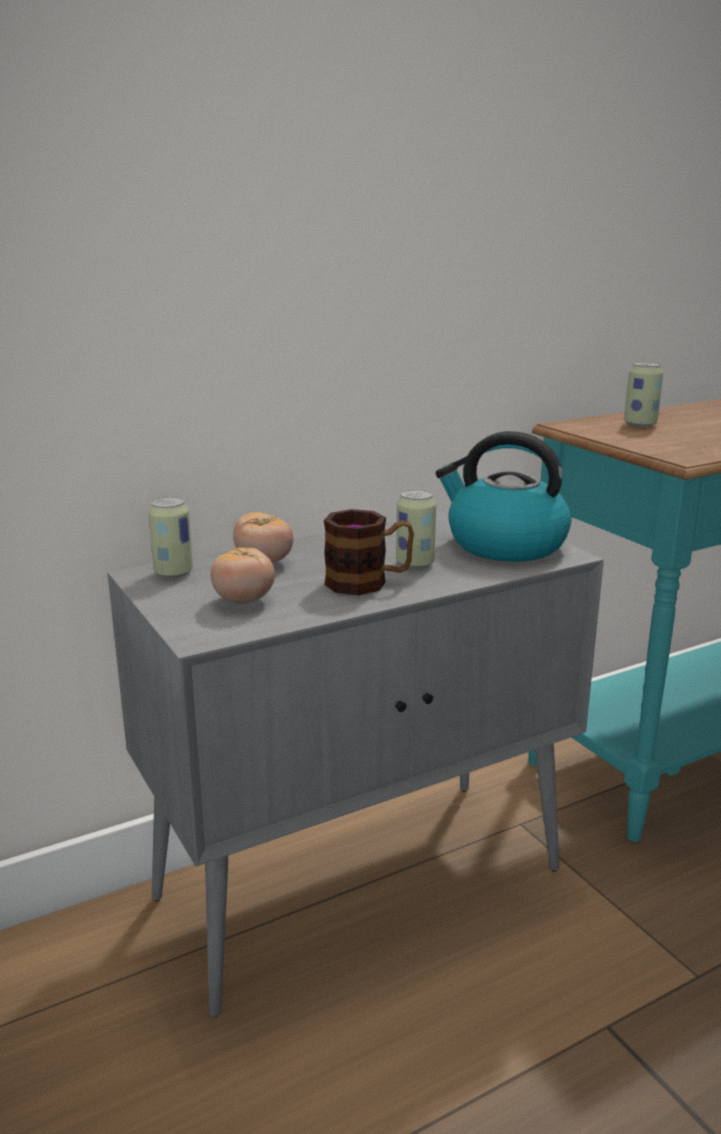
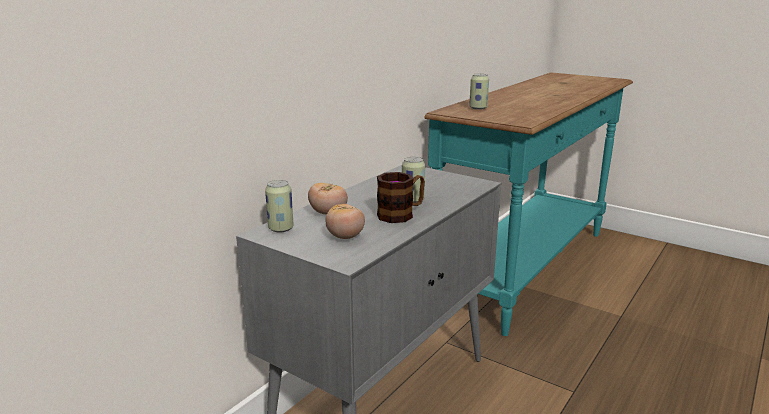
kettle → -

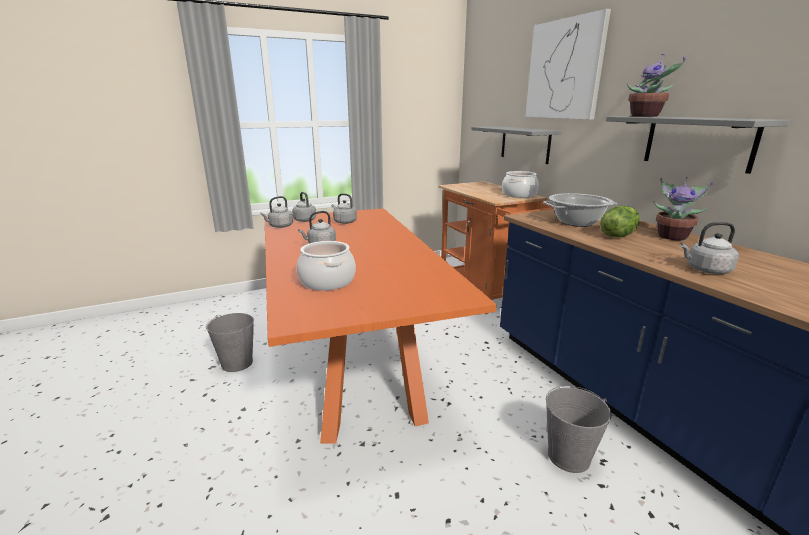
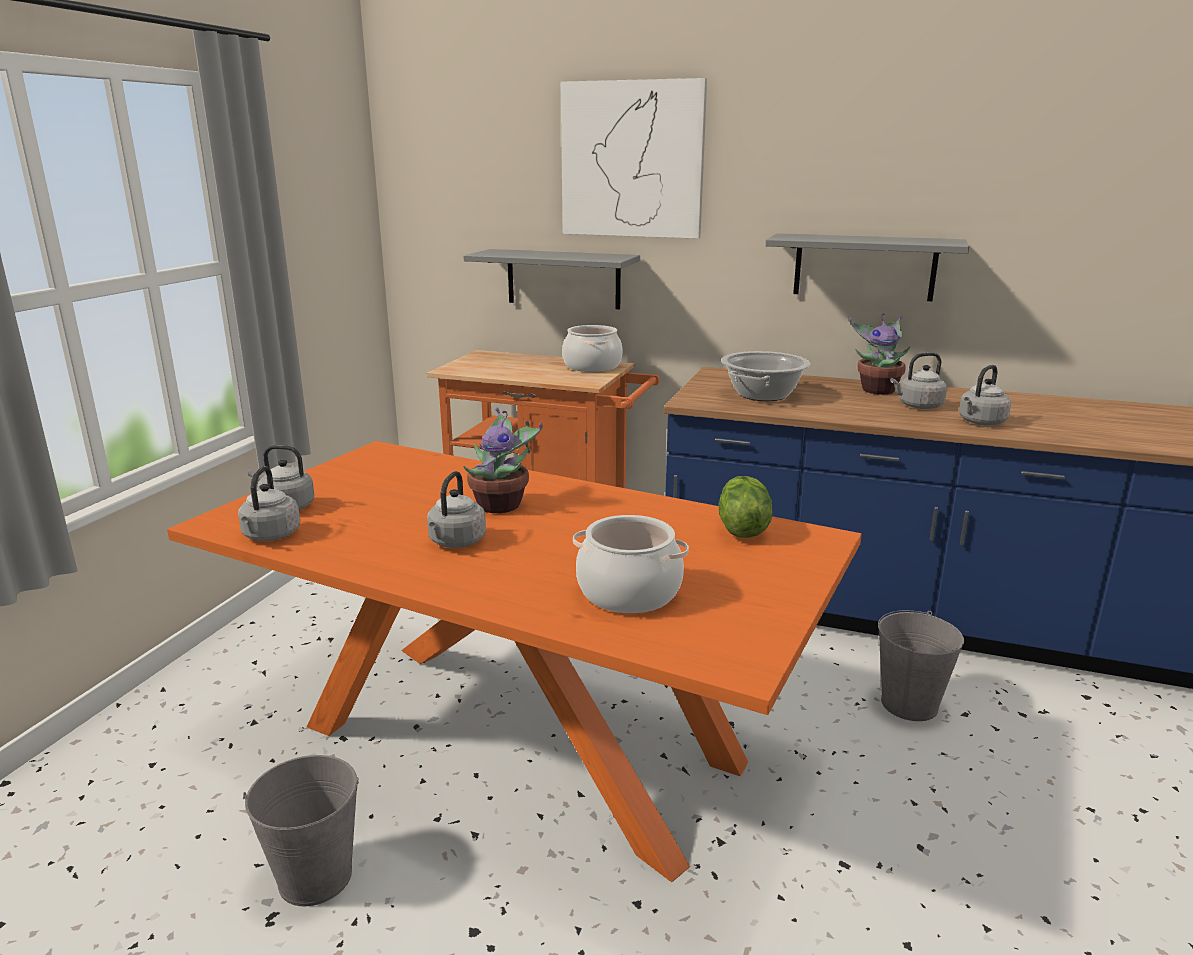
potted plant (no. 1 from left), shifted
kettle/grey (no. 4 from left), shifted
lettuce, shifted

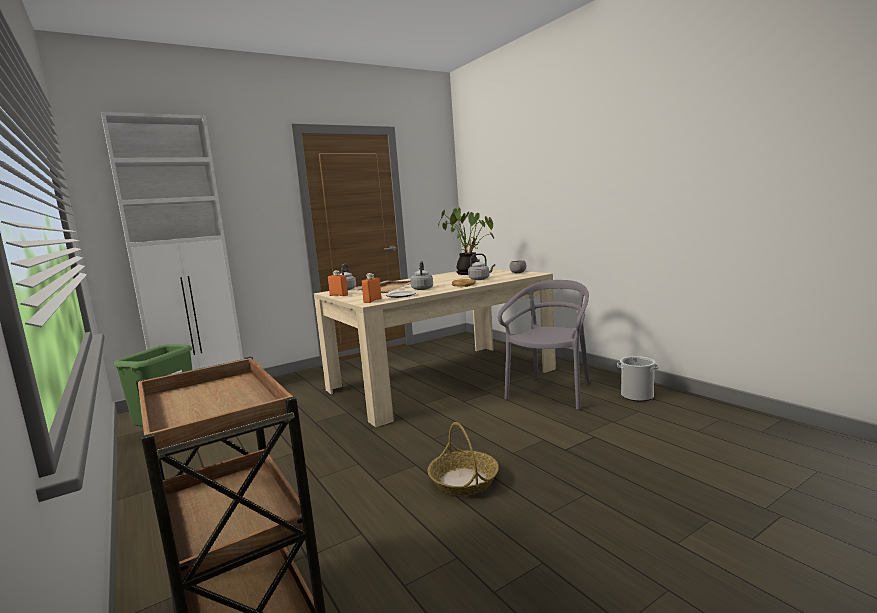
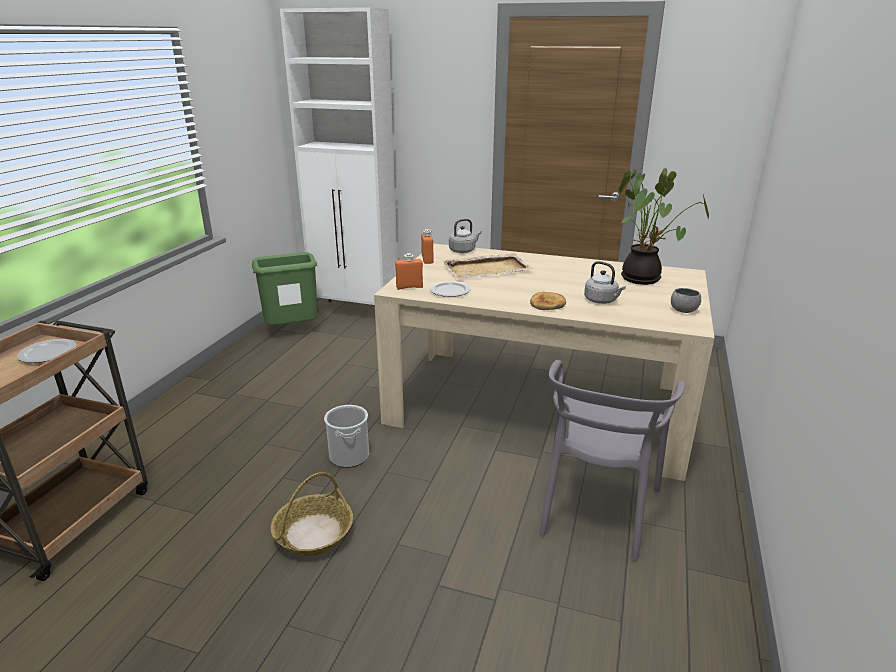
kettle/grey (no. 2 from left) → -
chair/grey, 120 degrees clockwise
bucket, shifted
- → plate (no. 1 from left)

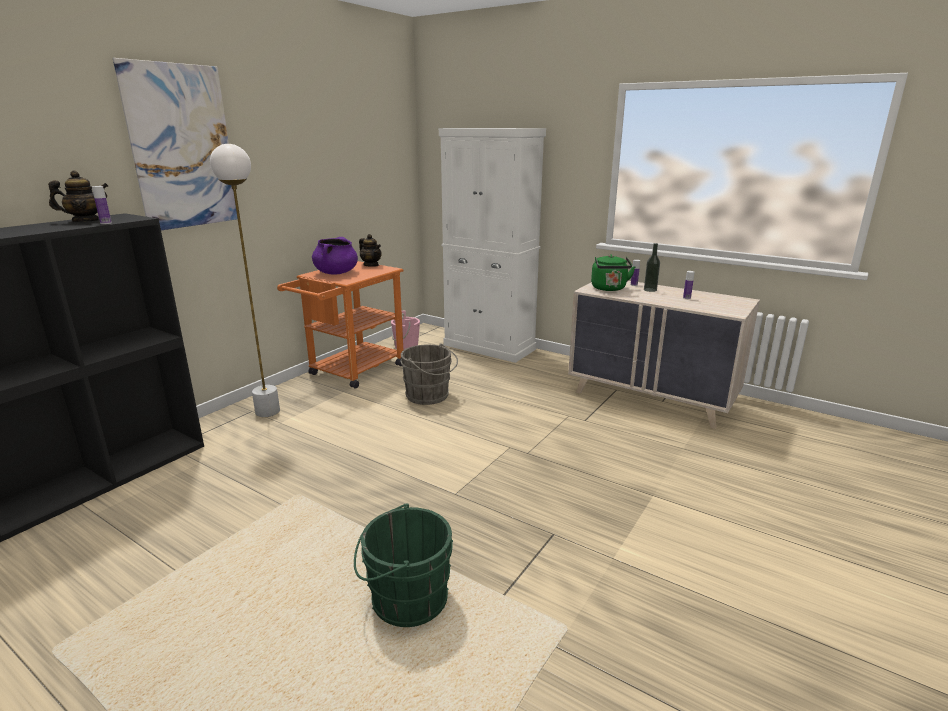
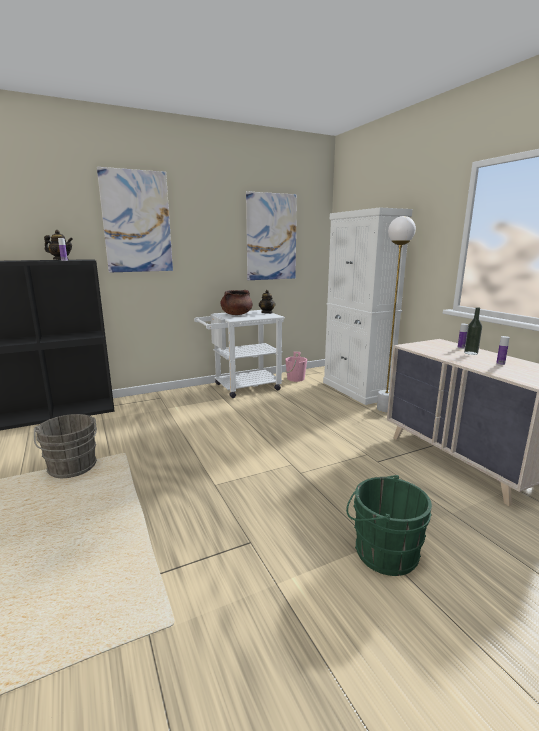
floor lamp/white, shifted
cooking pot/purple → cooking pot/brown
kettle/green → -
cart/orange → cart/white
bucket/grey, shifted
bucket/green, shifted
- → picture (no. 2 from left)

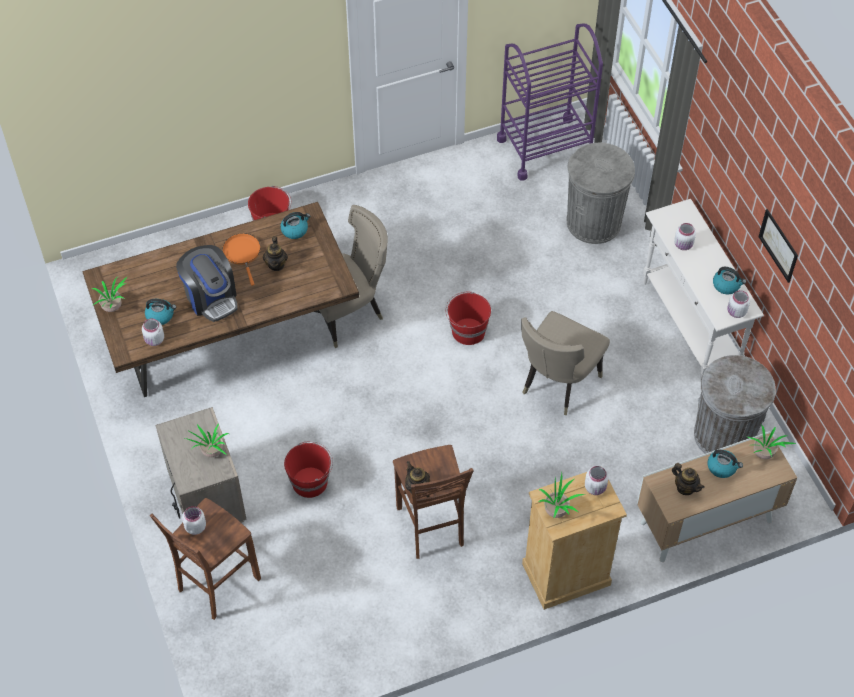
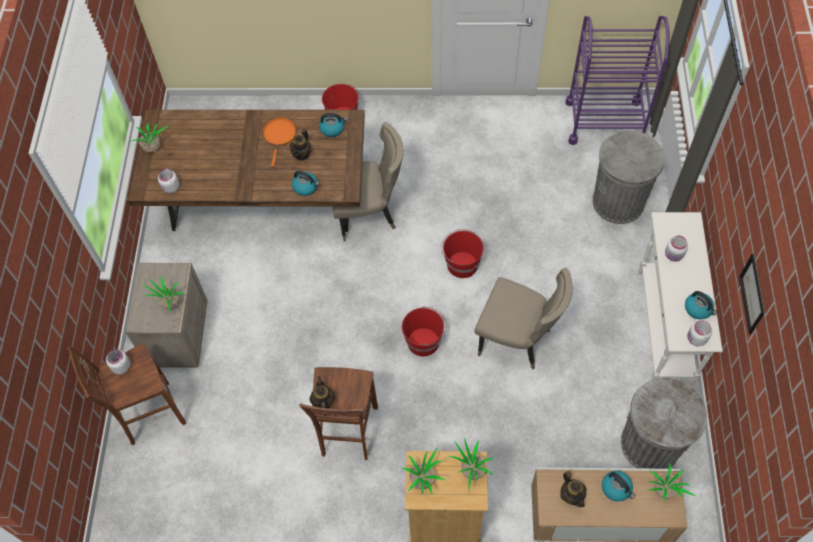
coffee machine → -
kettle (no. 1 from left), shifted
chair/beige (no. 2 from left), 120 degrees counterclockwise
bucket/red (no. 2 from left), shifted
jar/white (no. 3 from left) → potted plant (no. 4 from left)

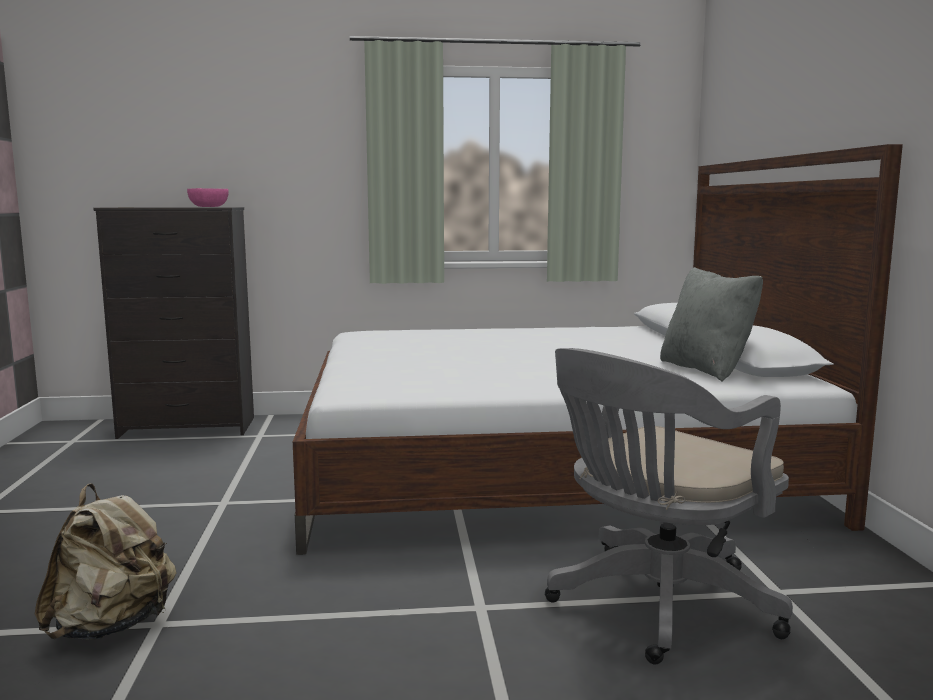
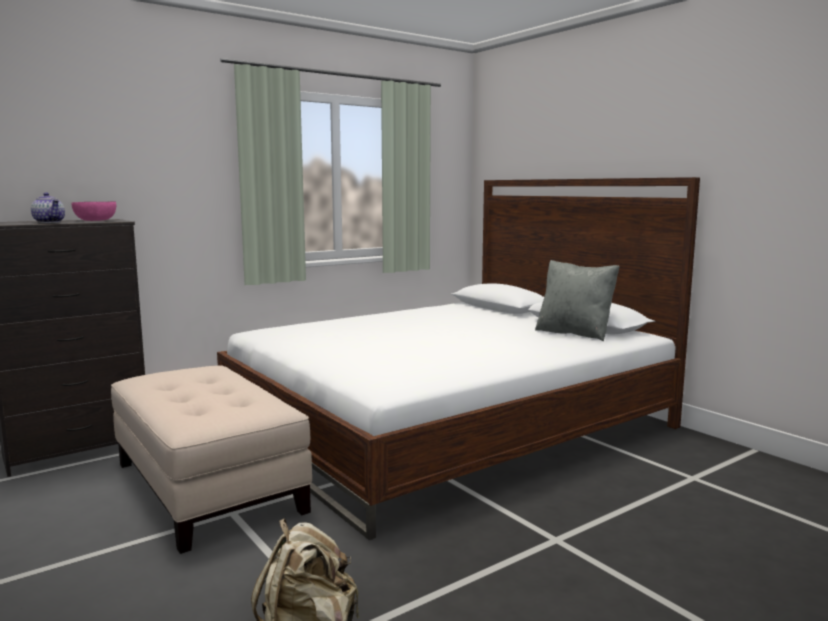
office chair/grey → -
- → teapot
- → ottoman/beige

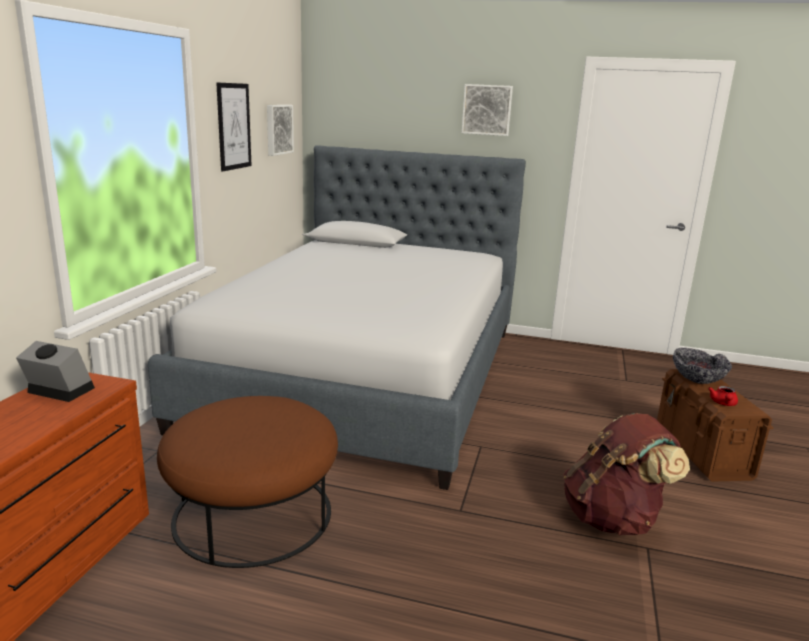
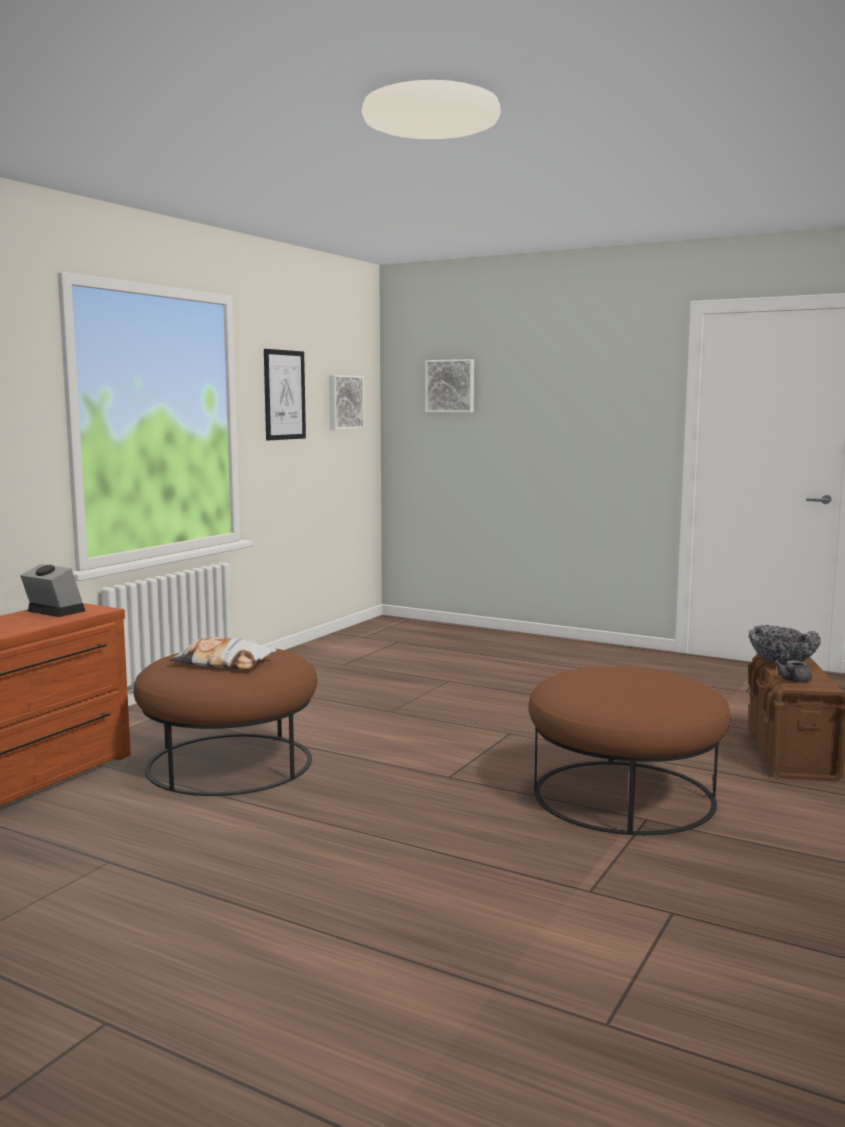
picture (no. 3 from left), shifted
bed → -
teapot/red → teapot/grey
backpack/brown → ottoman/brown (no. 2 from left)
- → pillow

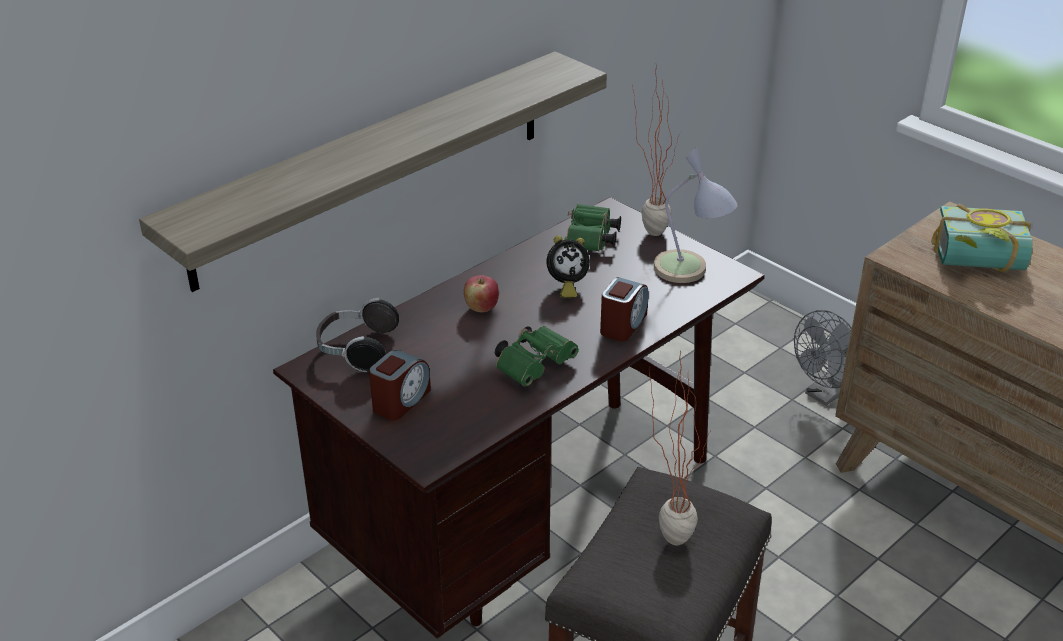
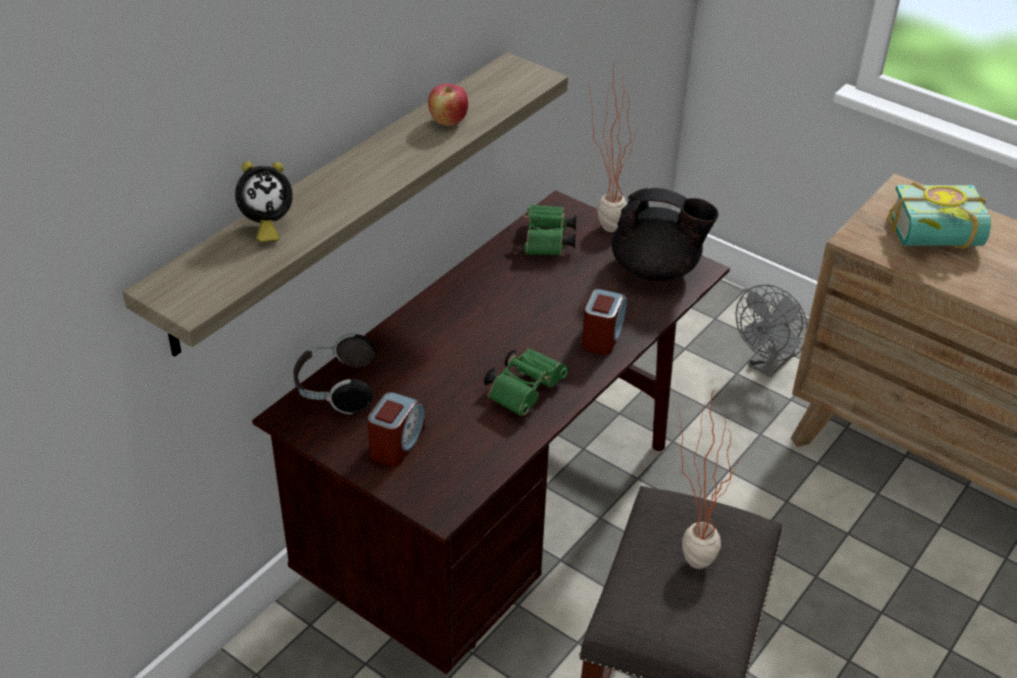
table lamp → teapot/black
alarm clock (no. 2 from left in the first image) → alarm clock (no. 1 from left), shifted
apple, shifted

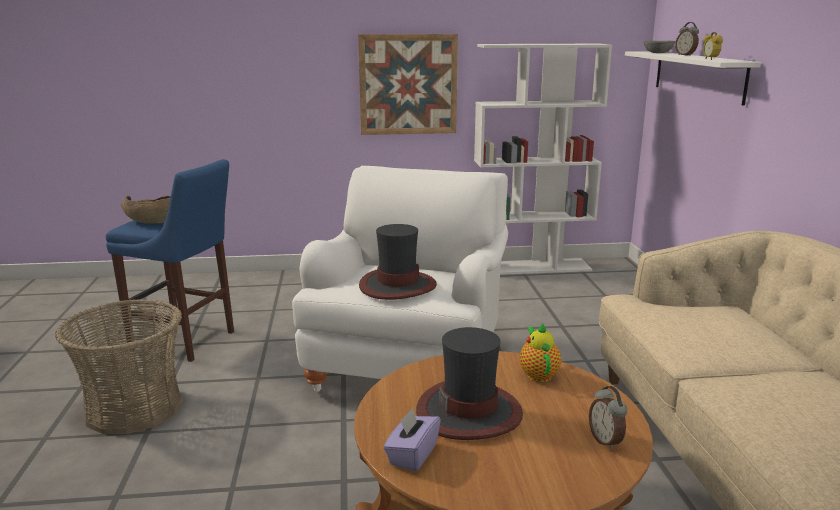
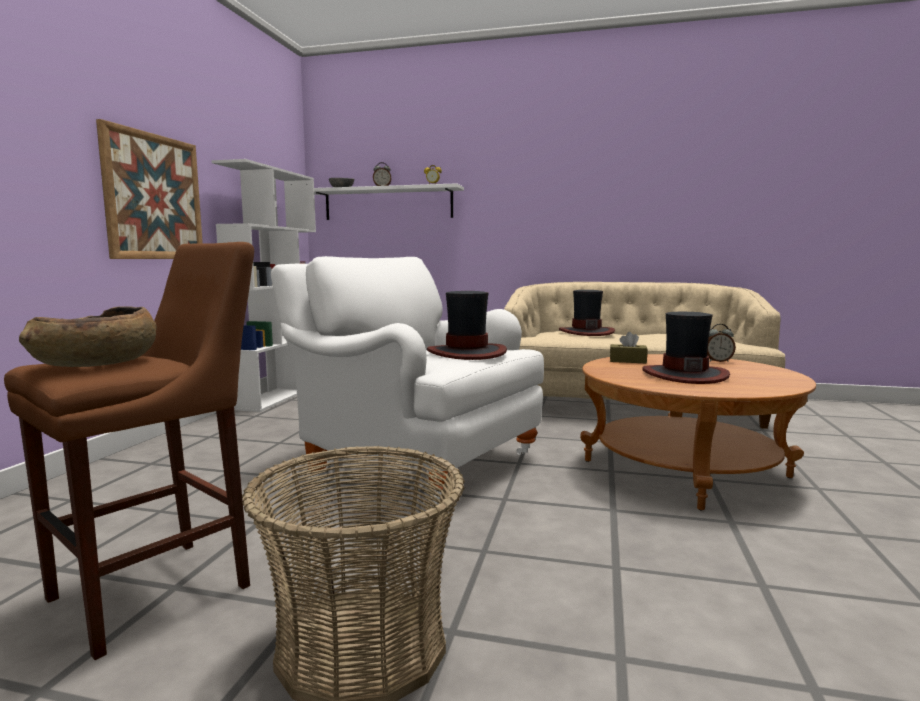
stool/blue → stool/brown
teapot → tissue box/brown
tissue box/purple → -
- → hat (no. 2 from left)

